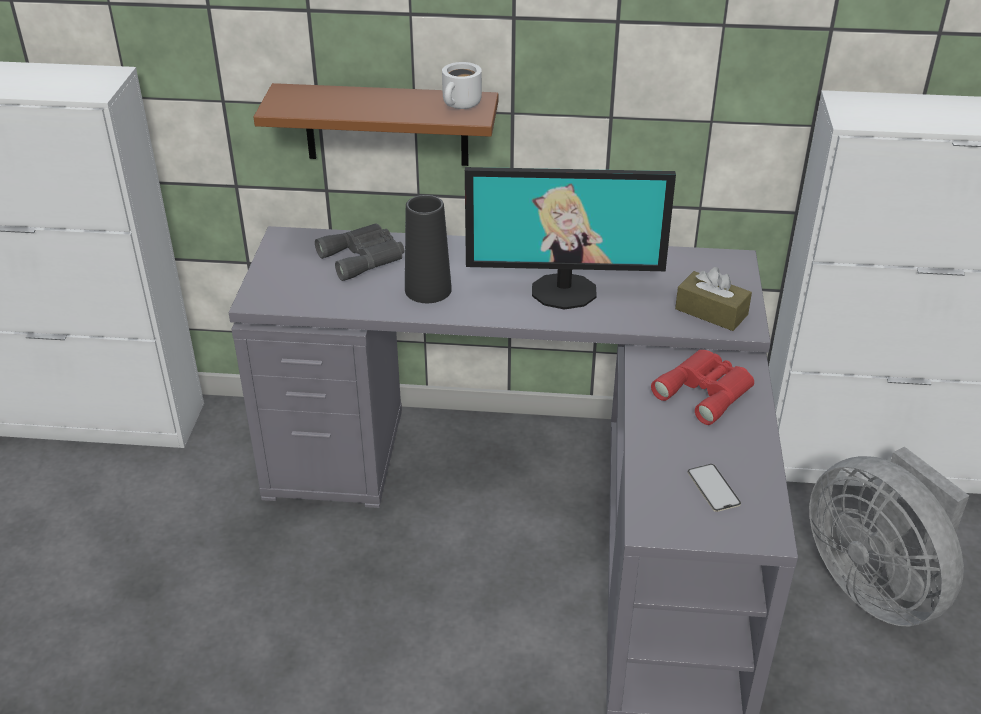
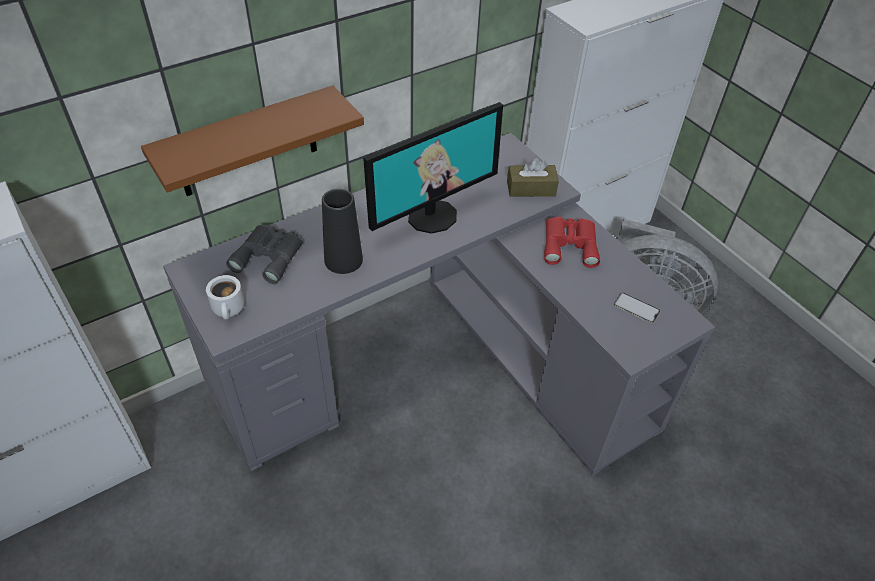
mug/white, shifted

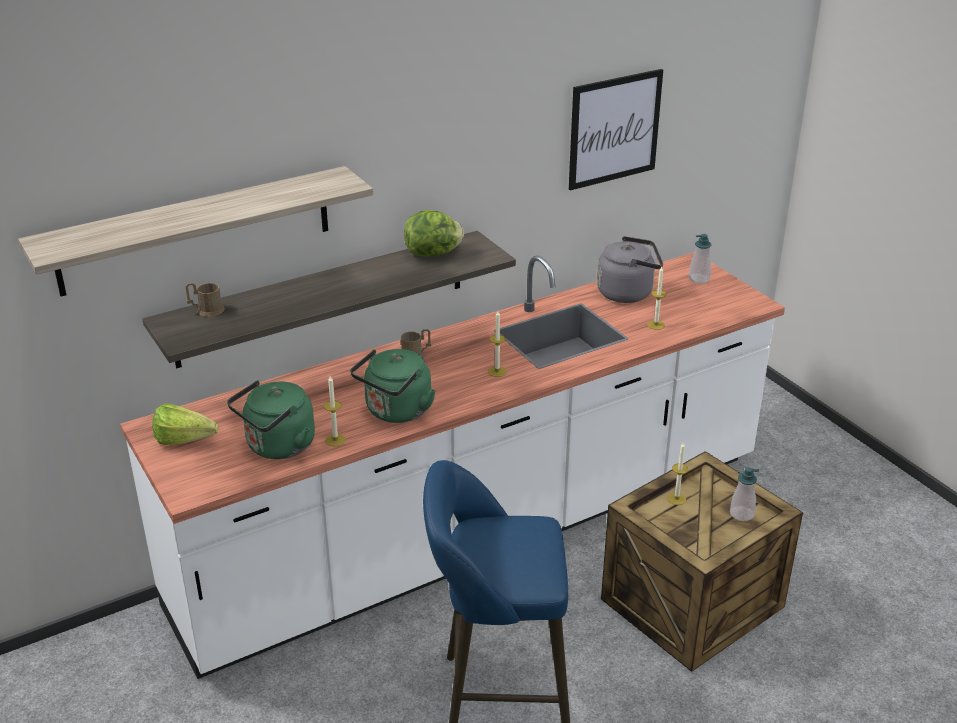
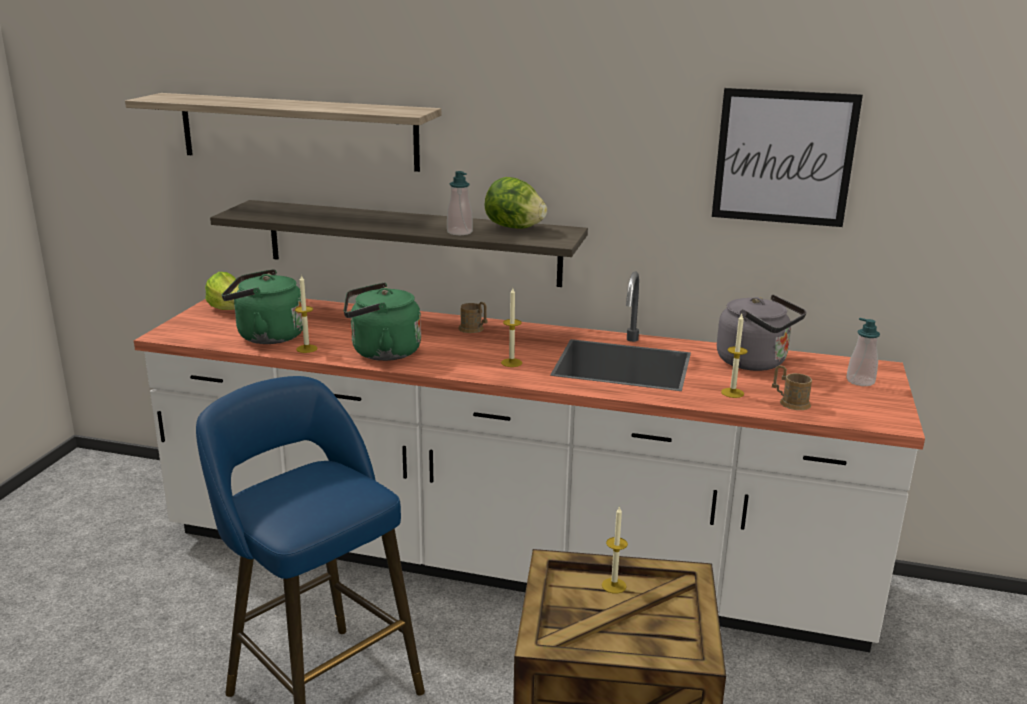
mug/brown (no. 1 from left in the first image) → mug/brown (no. 2 from left), shifted
soap dispenser (no. 2 from left in the first image) → soap dispenser (no. 1 from left), shifted

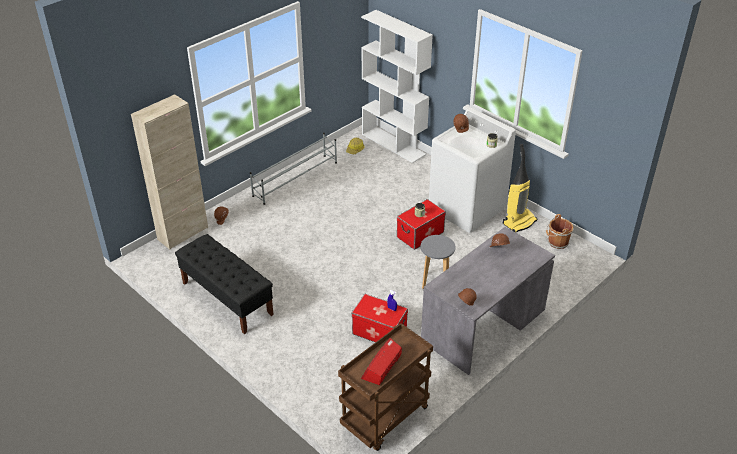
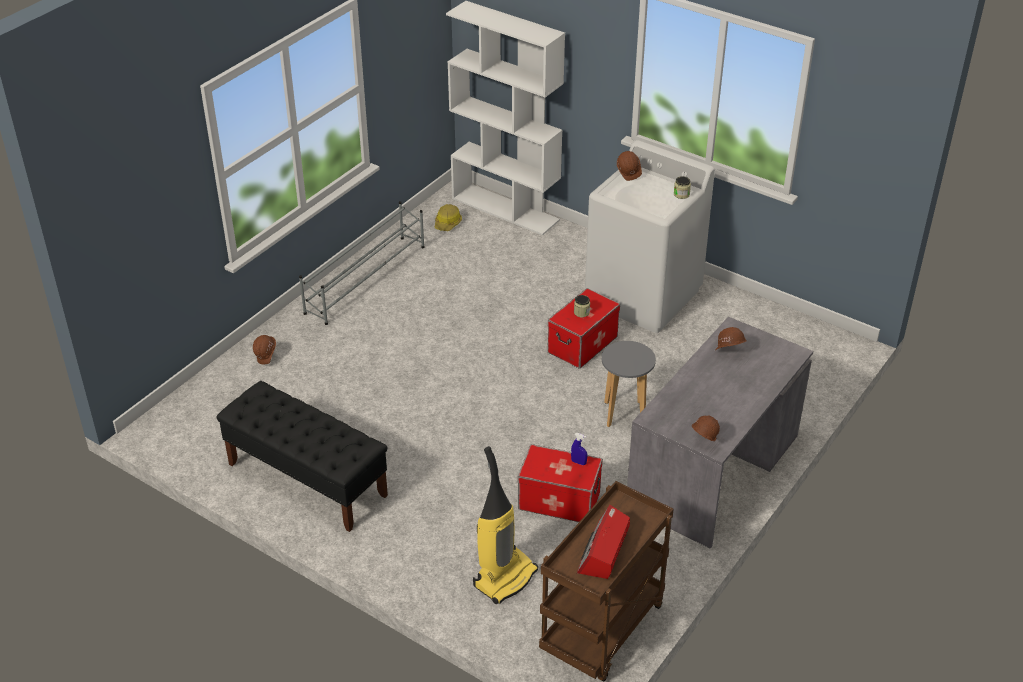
cabinet/beige → -
vacuum cleaner, shifted
bucket/brown → -

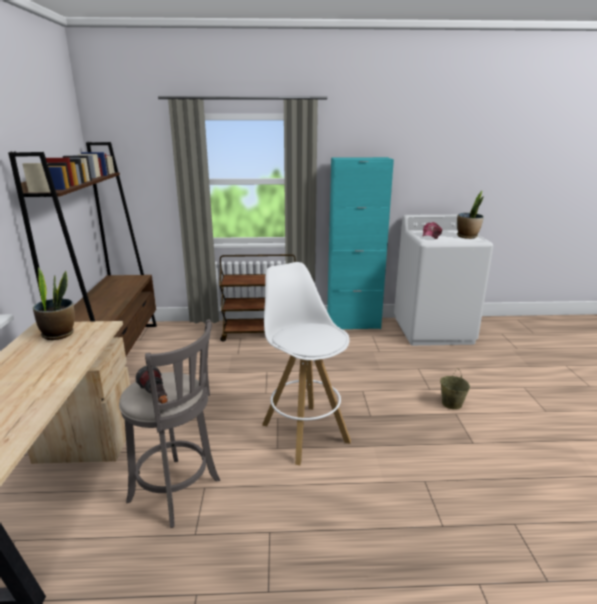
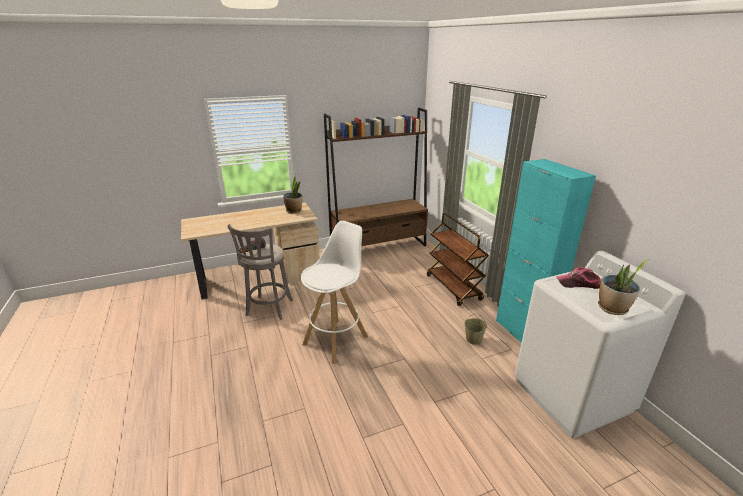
bucket/beige, shifted

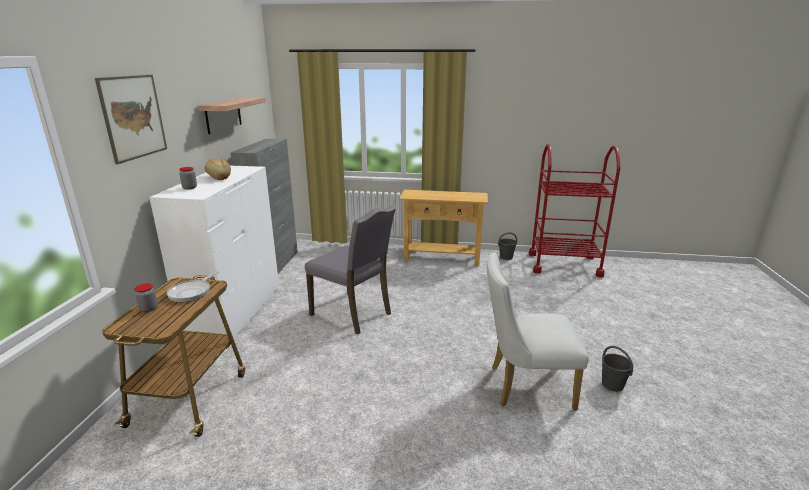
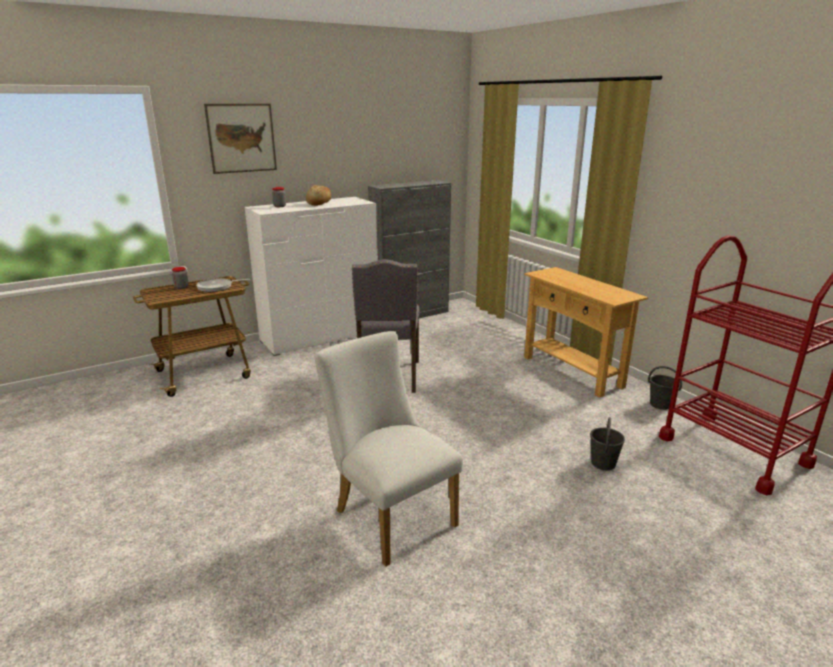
shelf → -
bucket/grey (no. 2 from left in the first image) → bucket/grey (no. 1 from left), shifted

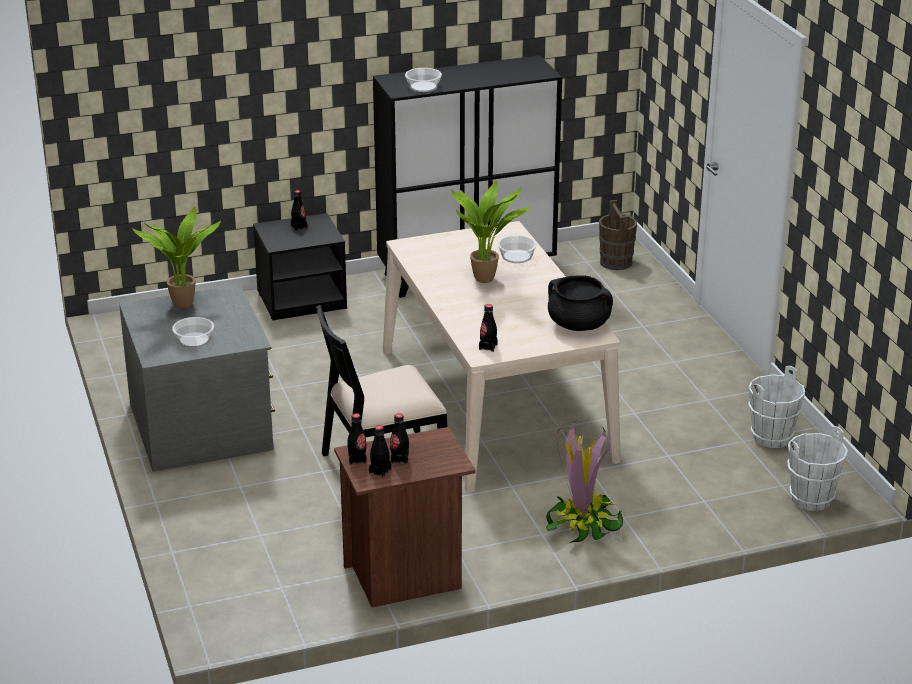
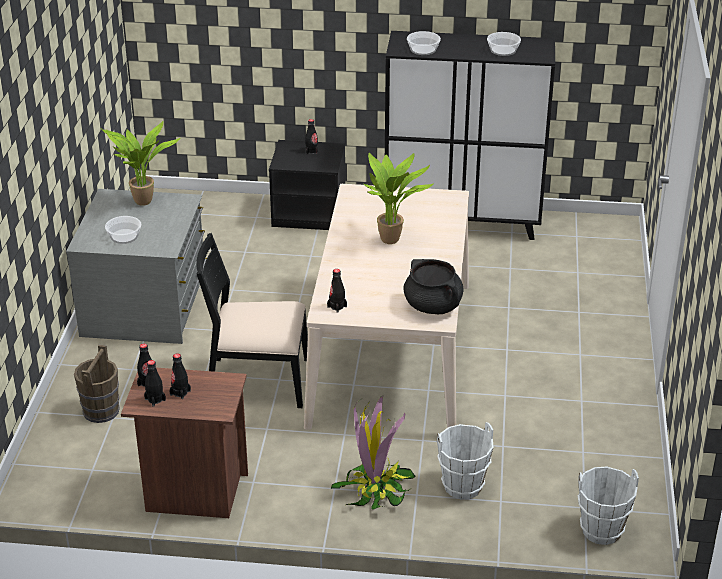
bucket/brown, shifted
bowl (no. 3 from left), shifted
bucket/white (no. 1 from left), shifted

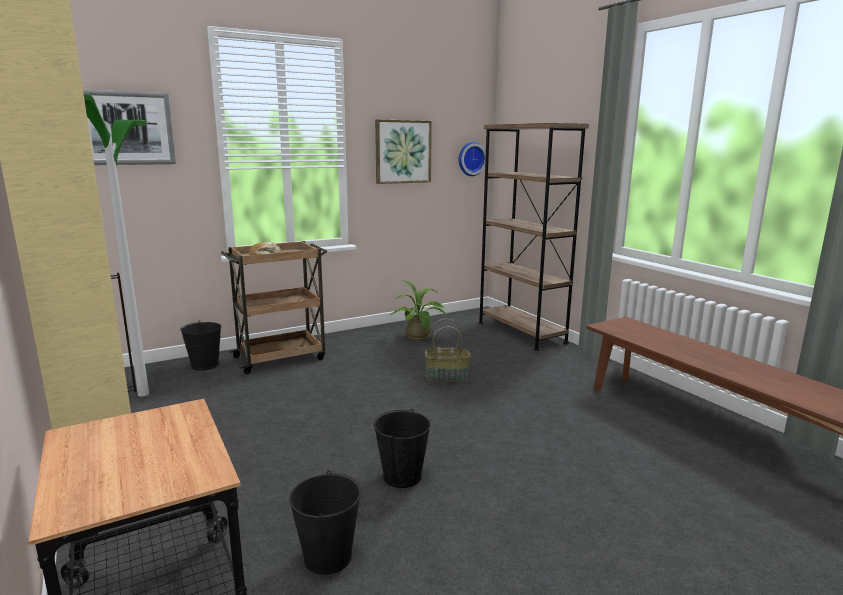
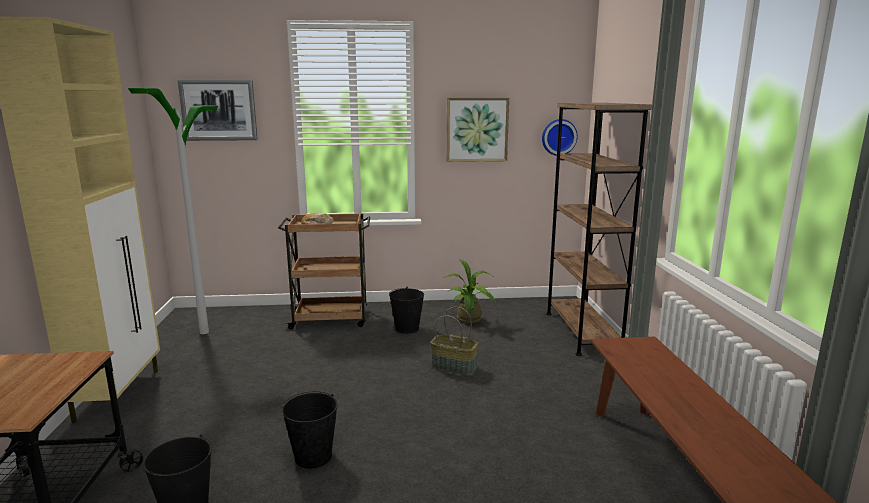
bucket/black (no. 1 from left in the first image) → bucket/black (no. 3 from left), shifted

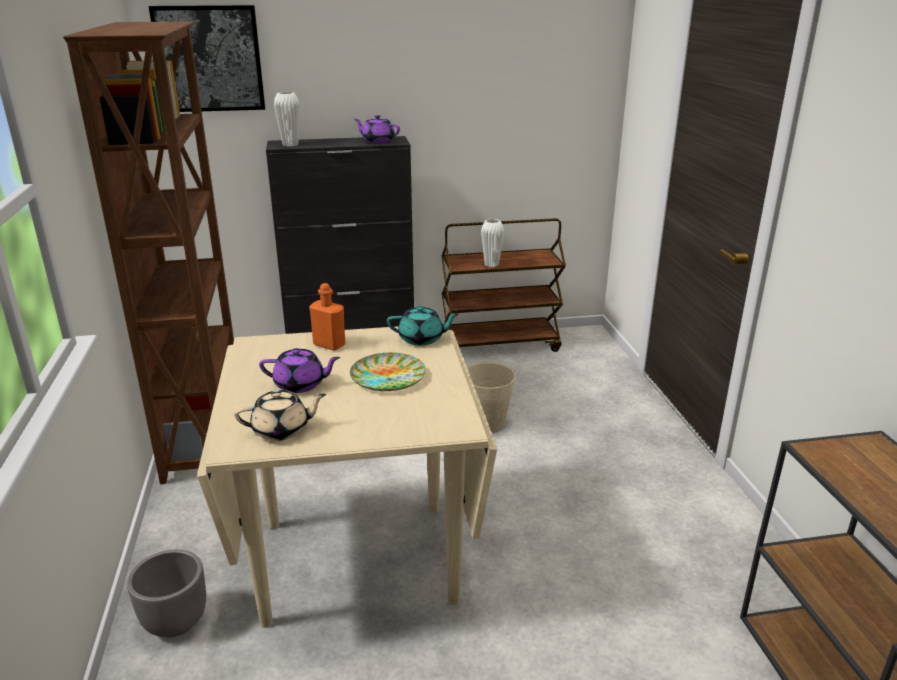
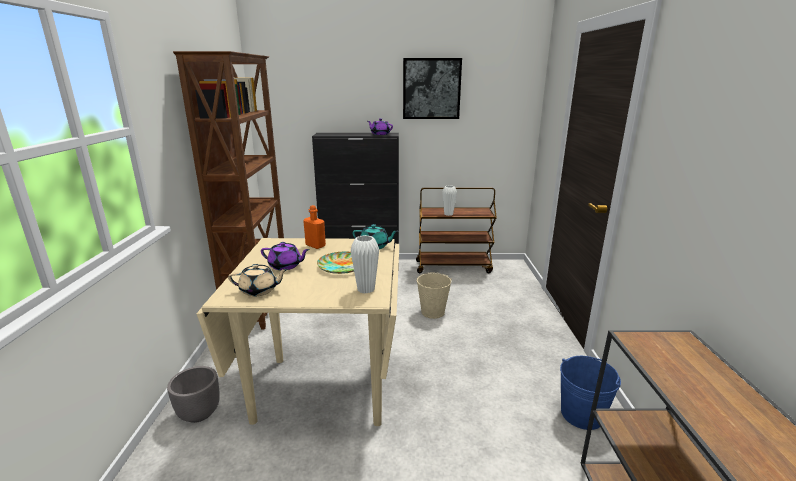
picture, shifted
vase/white (no. 1 from left), shifted
- → bucket/blue

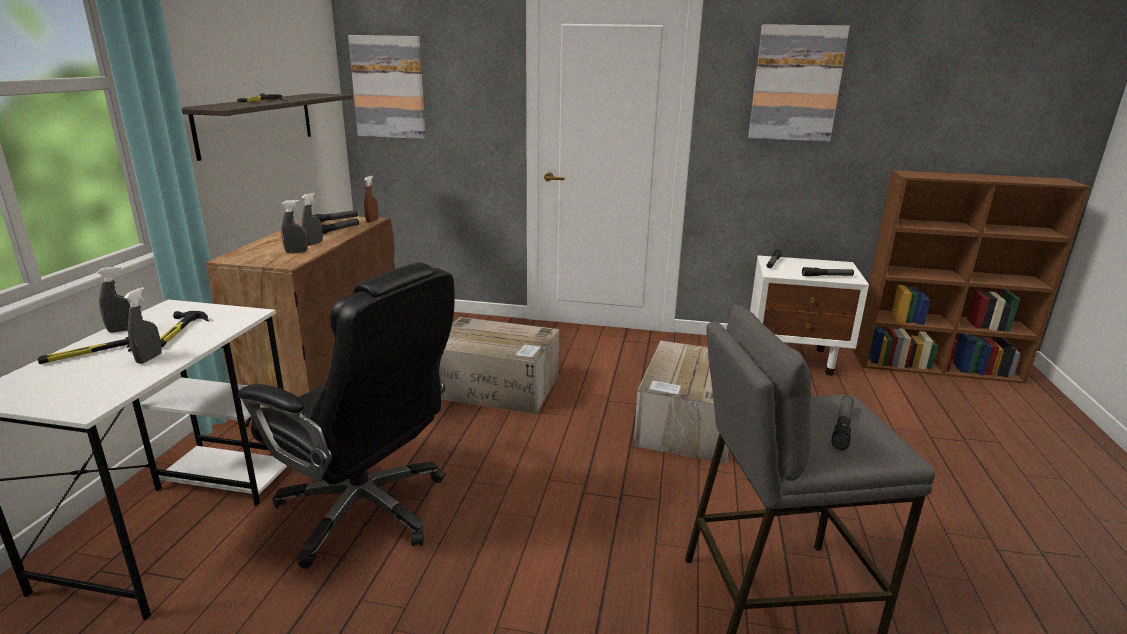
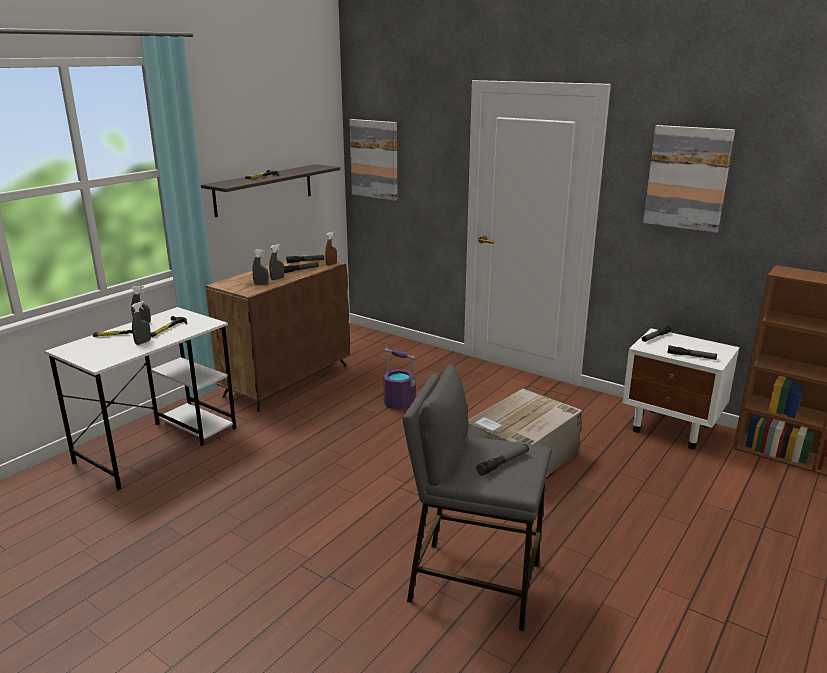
office chair/black → -
cardboard box (no. 1 from left) → bucket/purple

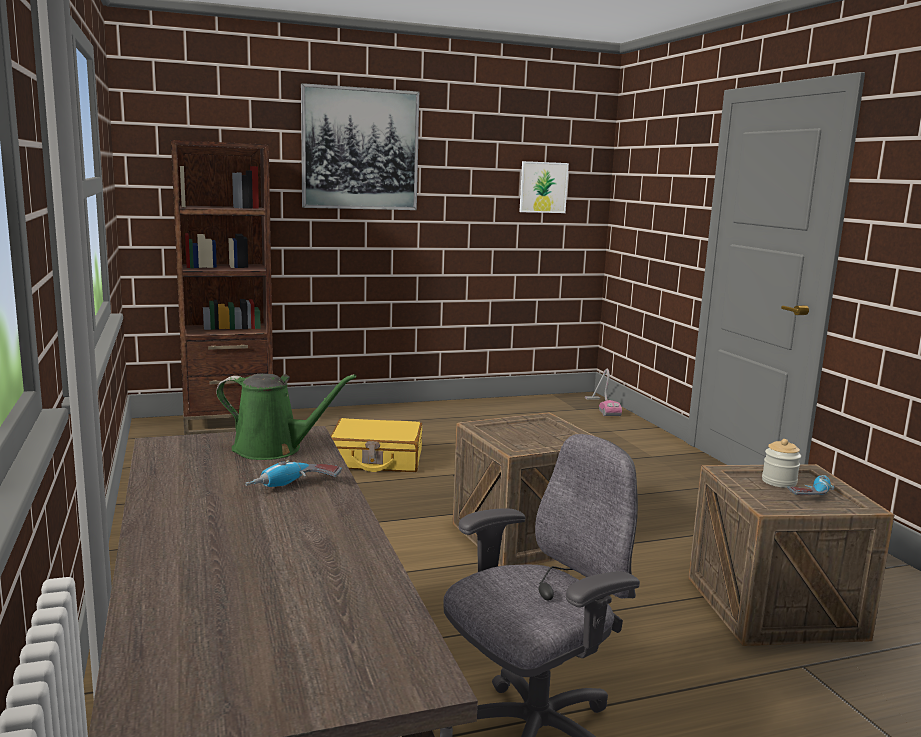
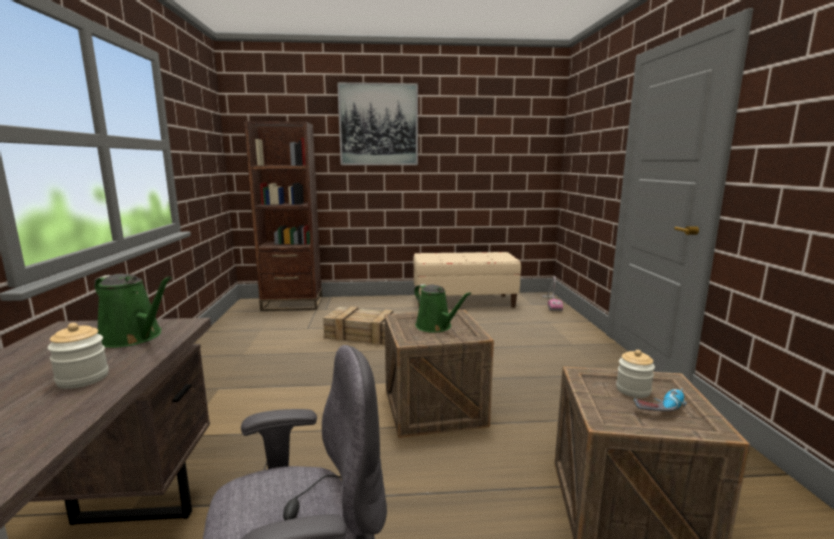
picture (no. 2 from left) → -
suitcase/yellow → crate (no. 1 from left)
power drill (no. 1 from left) → jar (no. 1 from left)
- → bench/beige
- → watering can/green (no. 2 from left)

